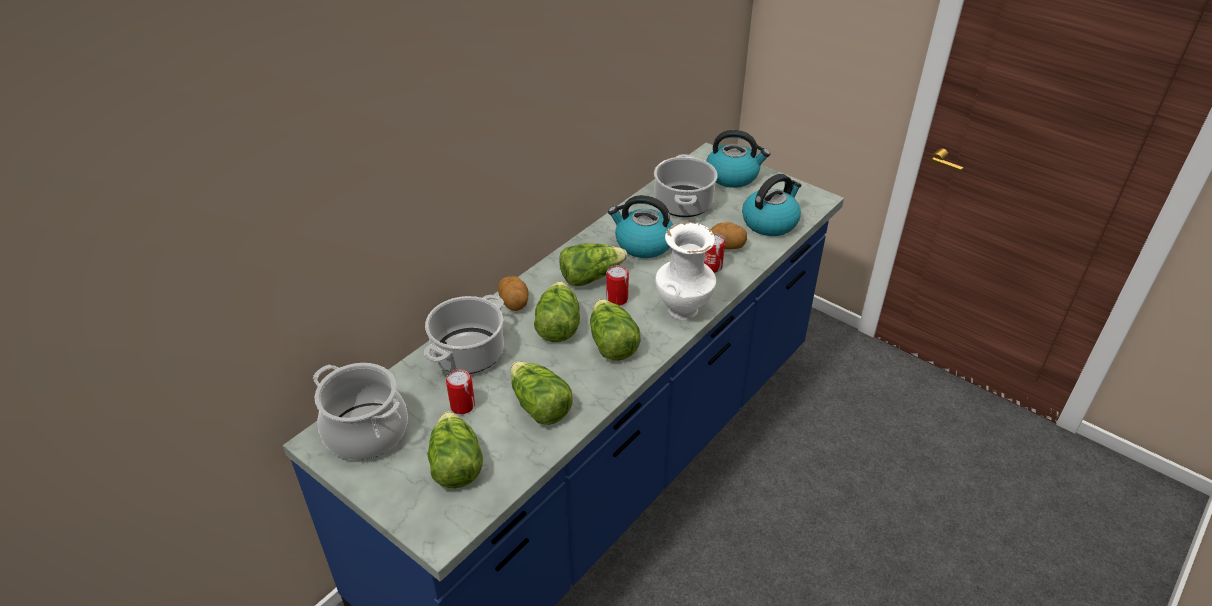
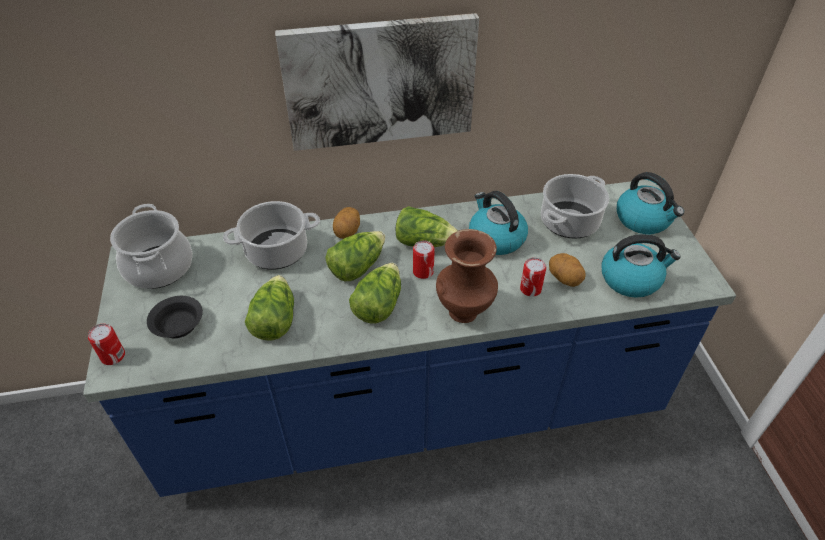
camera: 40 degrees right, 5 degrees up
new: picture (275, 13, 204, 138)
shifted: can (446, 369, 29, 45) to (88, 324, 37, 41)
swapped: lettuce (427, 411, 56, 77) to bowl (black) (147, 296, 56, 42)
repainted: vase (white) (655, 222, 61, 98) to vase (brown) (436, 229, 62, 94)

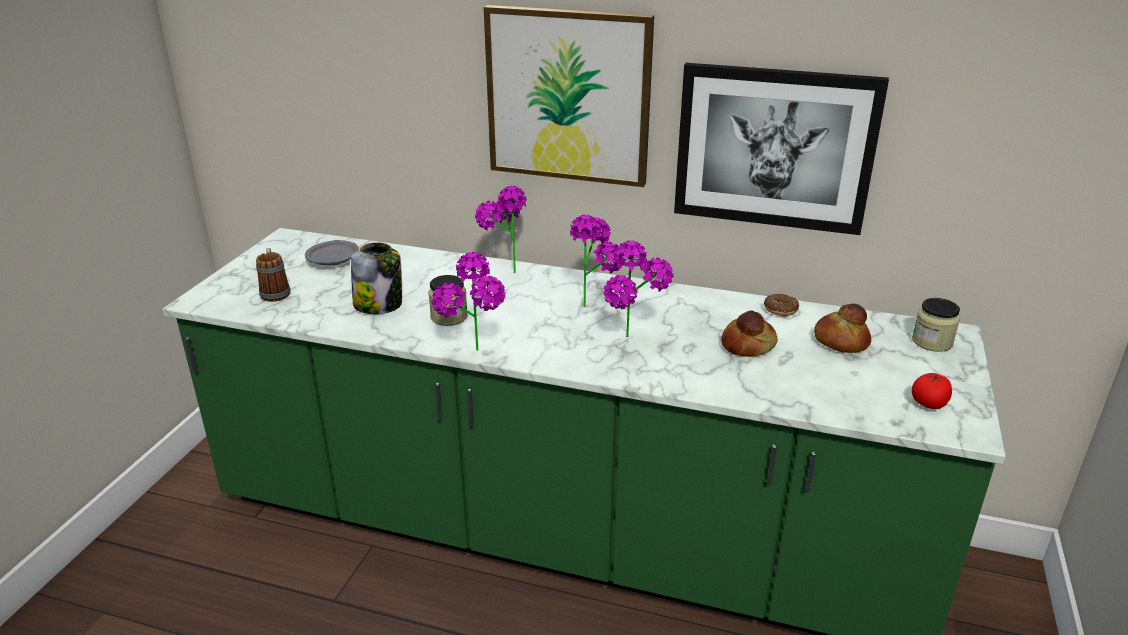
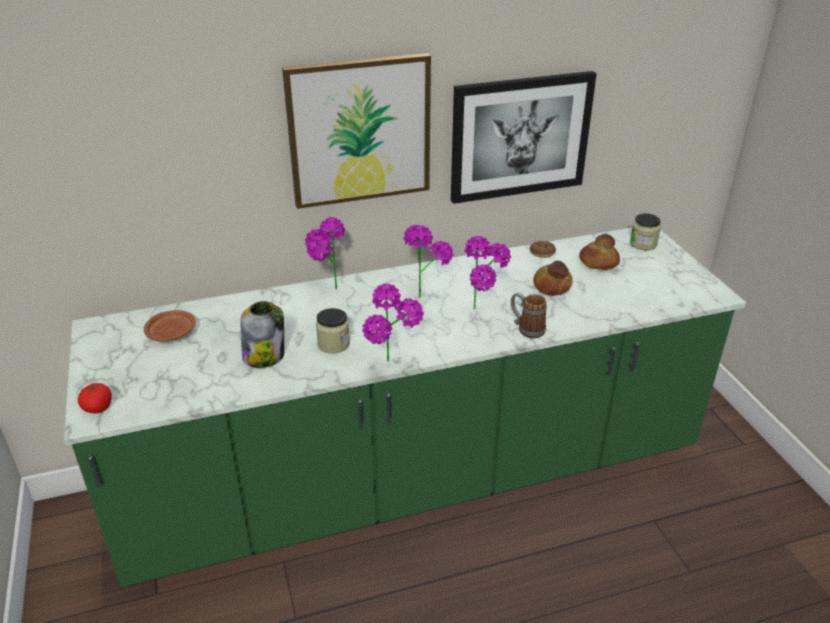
camera: 35 degrees left, 5 degrees up
shifted: mug (256, 248, 34, 54) to (511, 293, 36, 45); tomato (912, 372, 40, 37) to (78, 383, 34, 30)
repainted: plate (grey) (305, 240, 54, 25) to plate (brown) (144, 310, 52, 31)

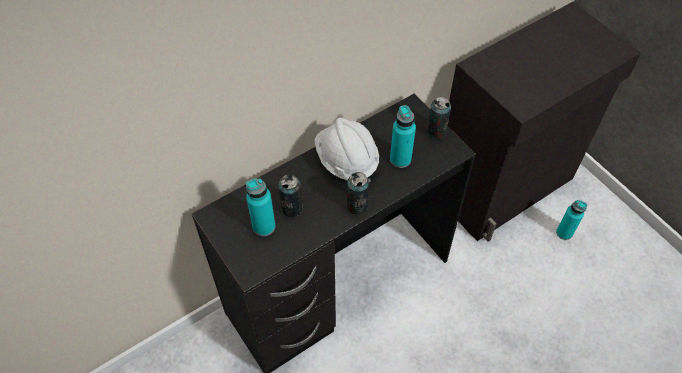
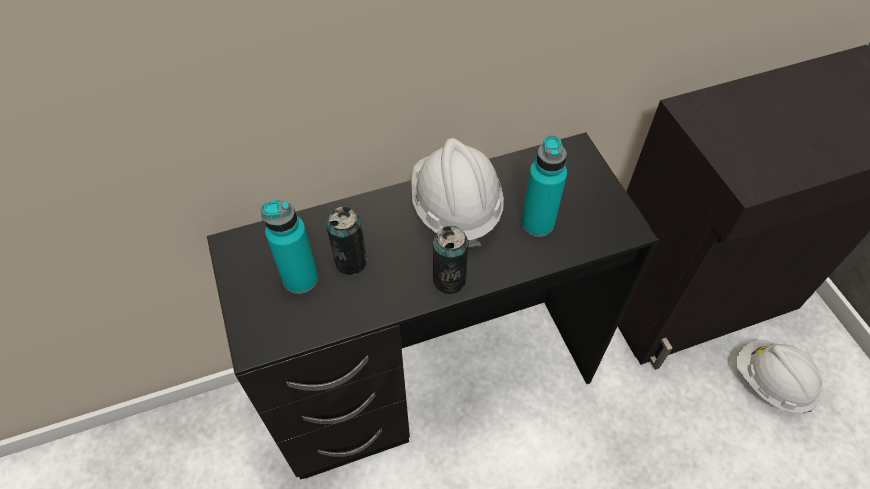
camera: 15 degrees right, 0 degrees up
gone: can (427, 97, 24, 42)
swapped: bottle (turquoise) (556, 200, 31, 40) to hard hat (white) (736, 340, 86, 74)

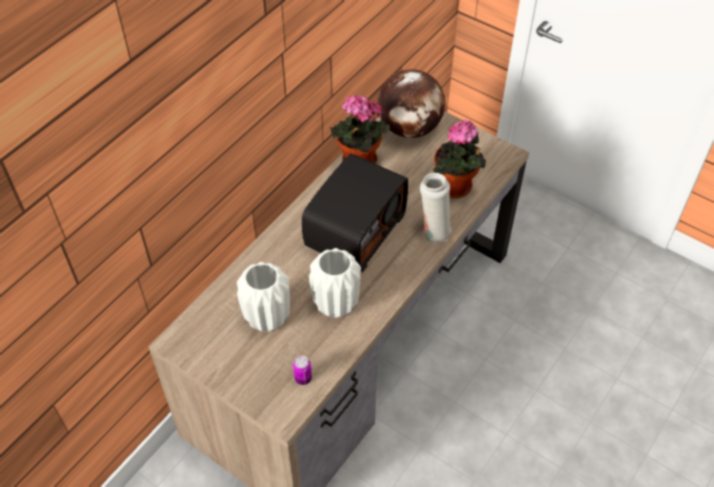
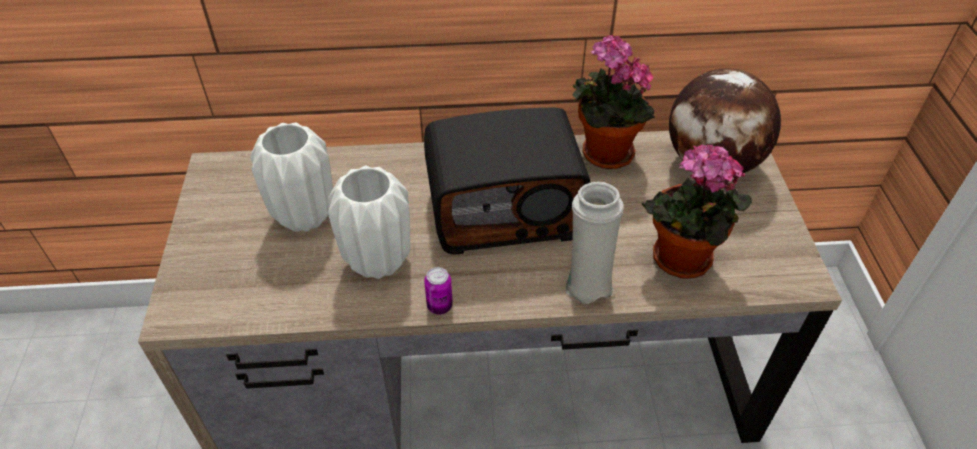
camera: 50 degrees right, 5 degrees down
shifted: can (293, 356, 19, 29) to (424, 267, 29, 48)

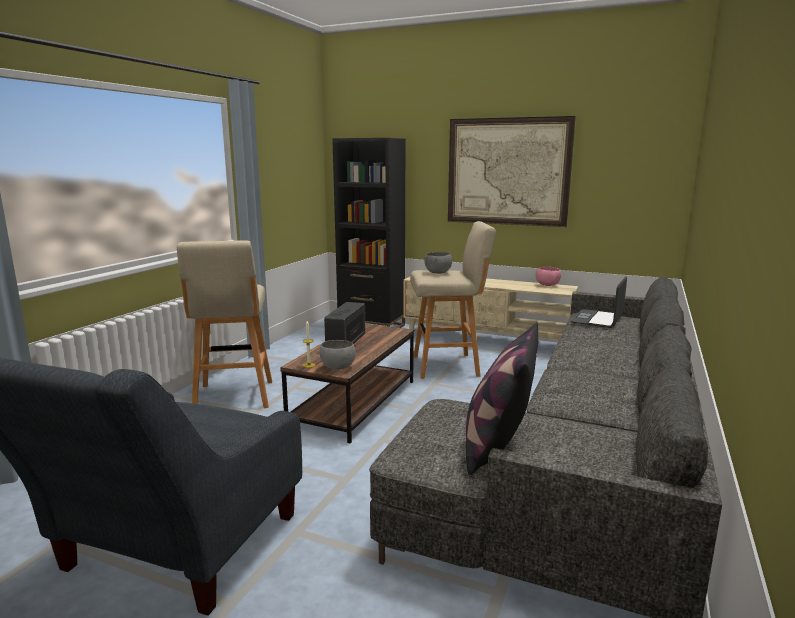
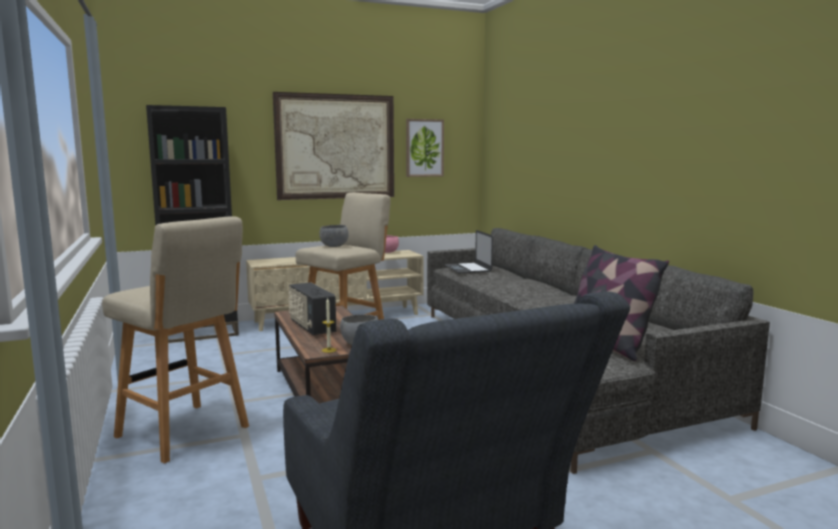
camera: 45 degrees left, 5 degrees down
new: picture (406, 119, 38, 58)

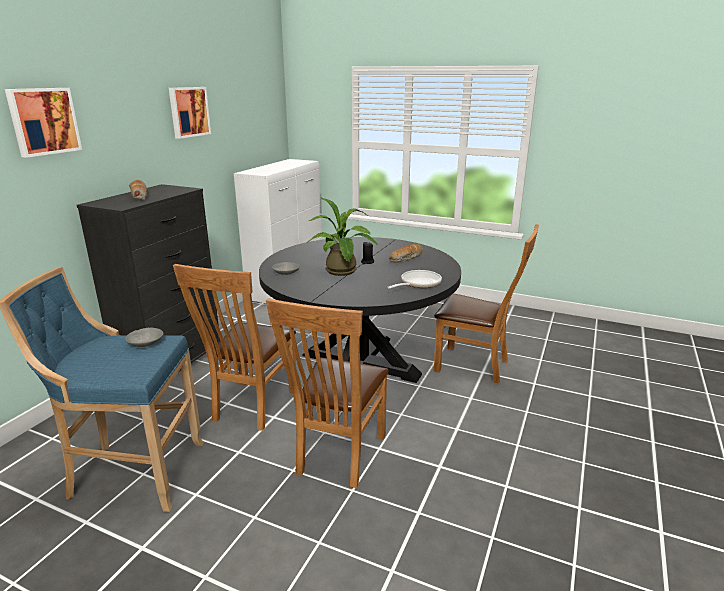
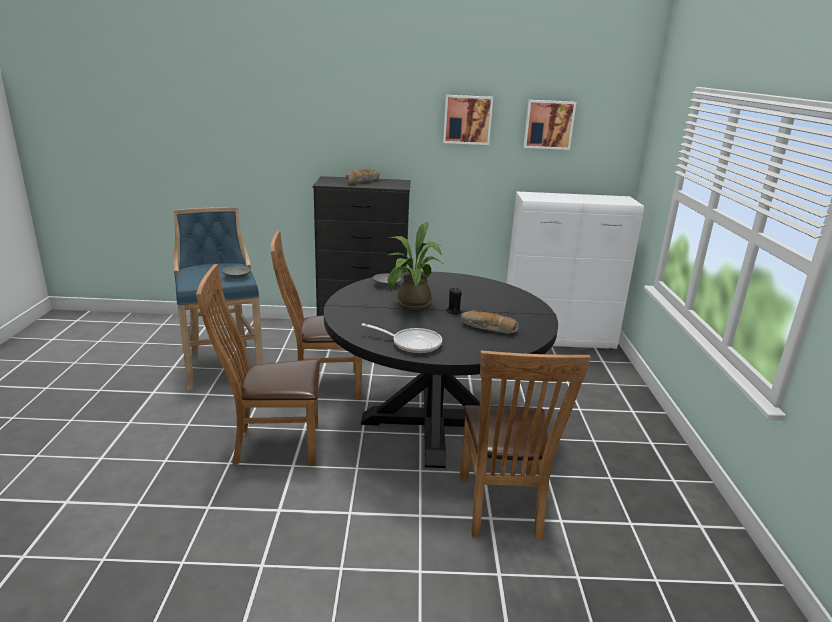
camera: 65 degrees right, 0 degrees up
shifted: picture (5, 88, 77, 70) to (523, 100, 53, 50)

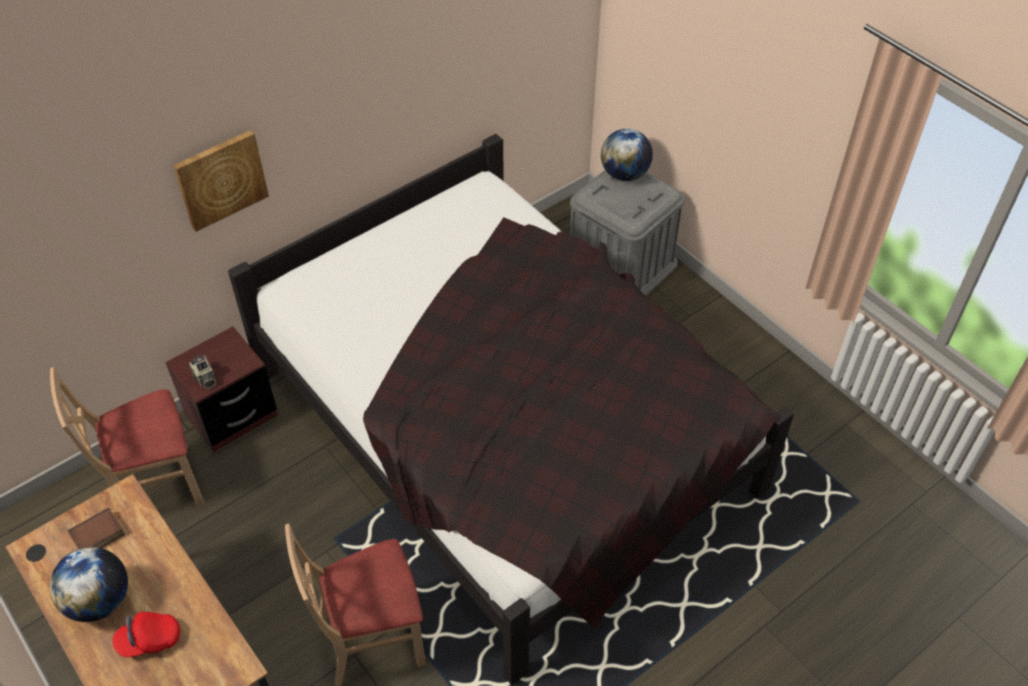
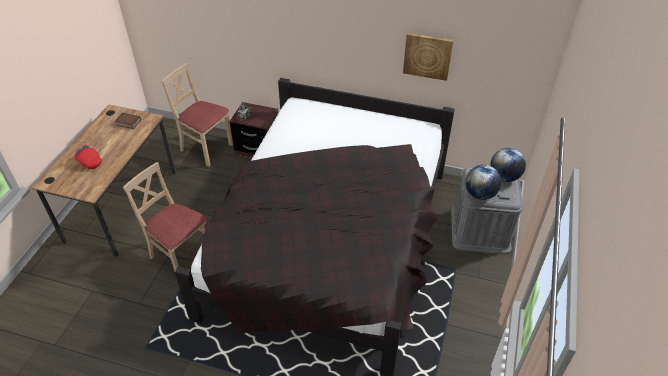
camera: 55 degrees right, 5 degrees down
shifted: globe (50, 547, 78, 75) to (465, 165, 36, 35); picture (173, 130, 96, 102) to (403, 33, 51, 48)

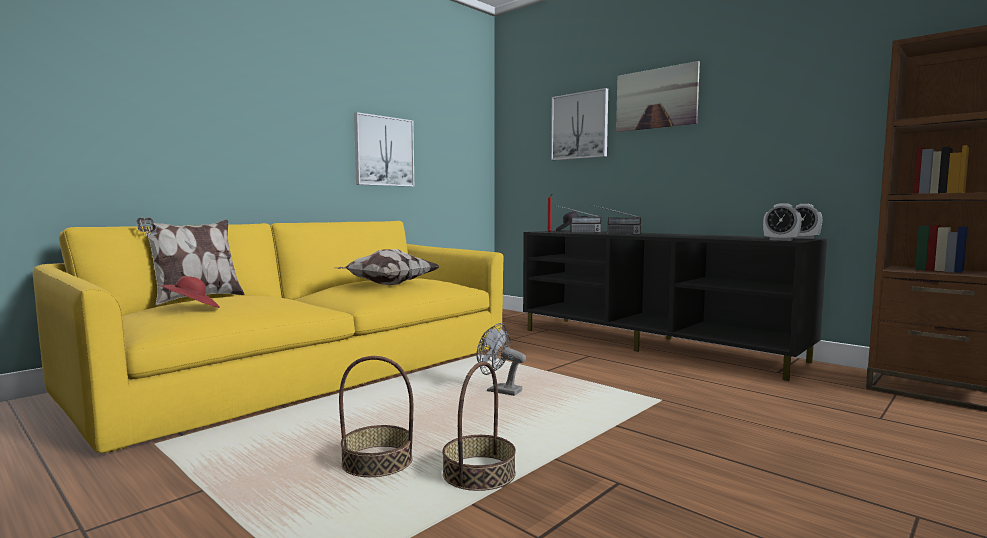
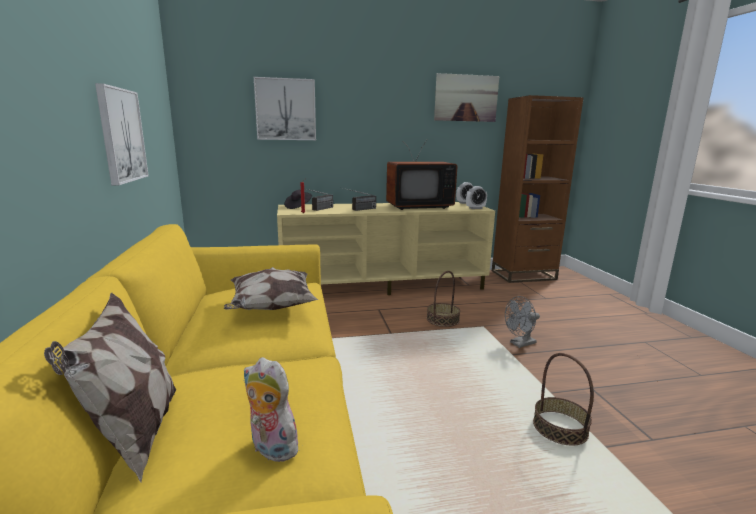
camera: 55 degrees left, 10 degrees up
new: television (386, 140, 72, 70)
shifted: basket (339, 356, 74, 121) to (427, 271, 33, 56); fan (grey) (477, 323, 49, 73) to (505, 296, 35, 52); picture (616, 61, 84, 71) to (434, 73, 65, 49)
swapped: hat (red) (158, 276, 62, 32) to plush toy (244, 357, 56, 106)
repainted: tv stand (black) (523, 230, 304, 151) to tv stand (beige) (277, 202, 218, 93)

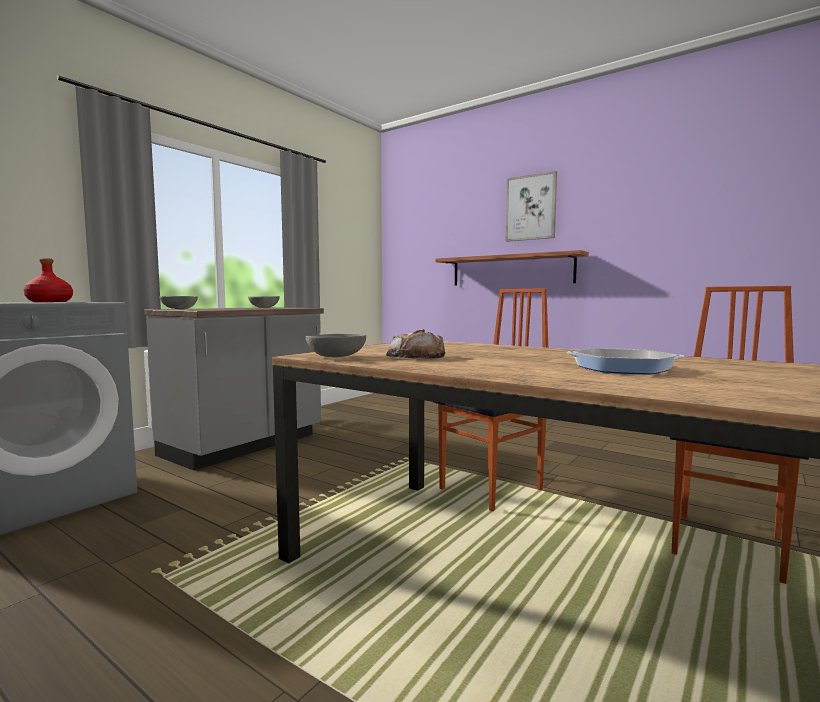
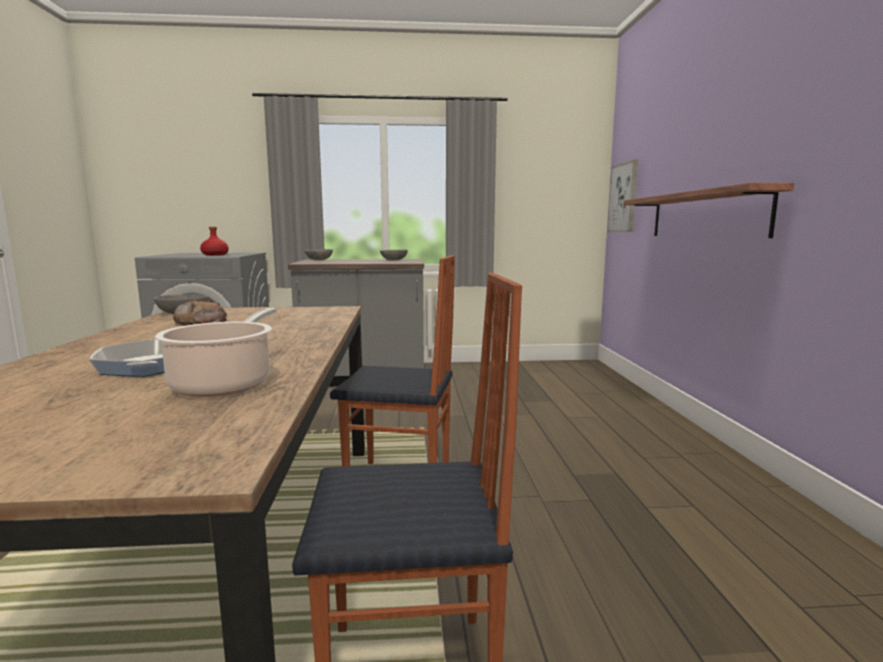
camera: 50 degrees right, 5 degrees up
new: cooking pot (155, 308, 122, 89)
shifted: picture (506, 171, 51, 71) to (607, 159, 31, 73)

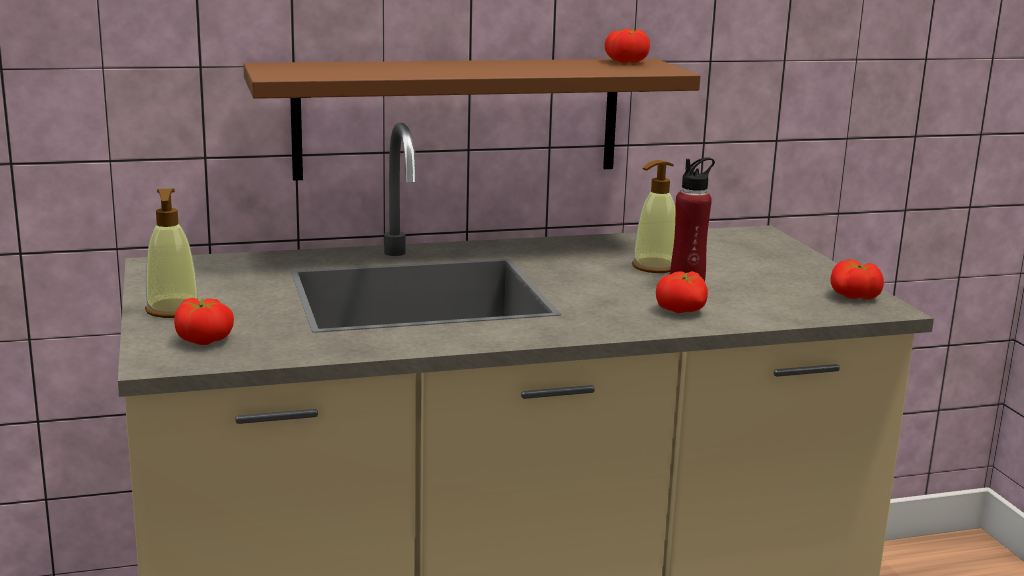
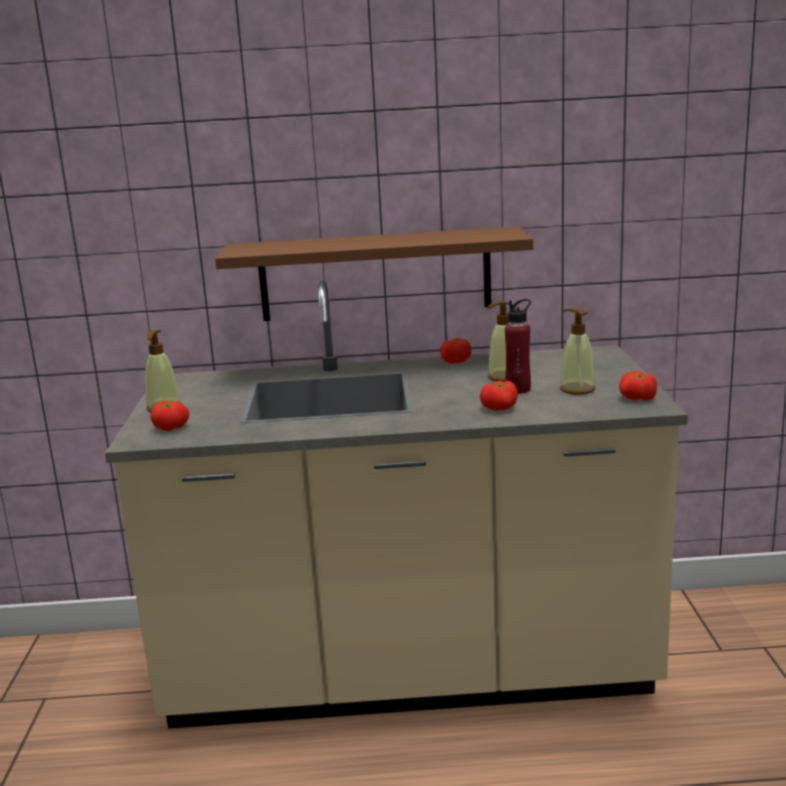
camera: 15 degrees right, 0 degrees up
new: soap dispenser (560, 308, 35, 87)
shifted: tomato (604, 28, 46, 35) to (440, 338, 31, 26)

